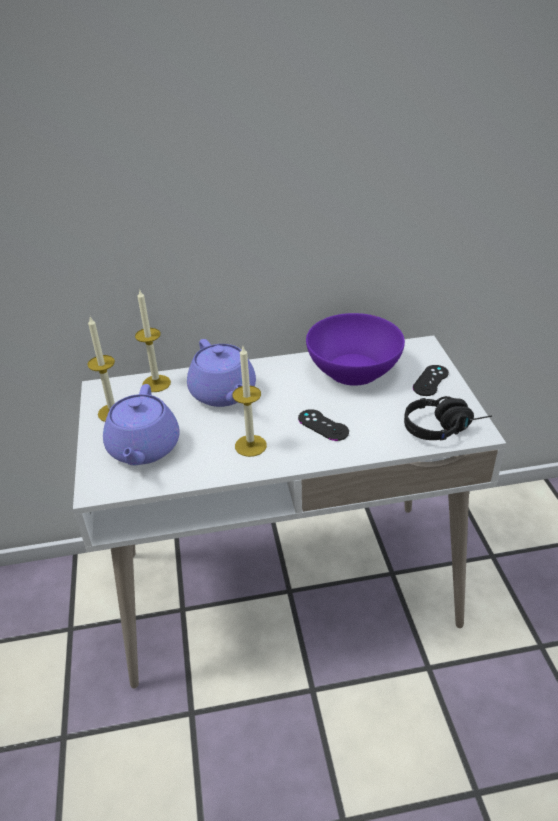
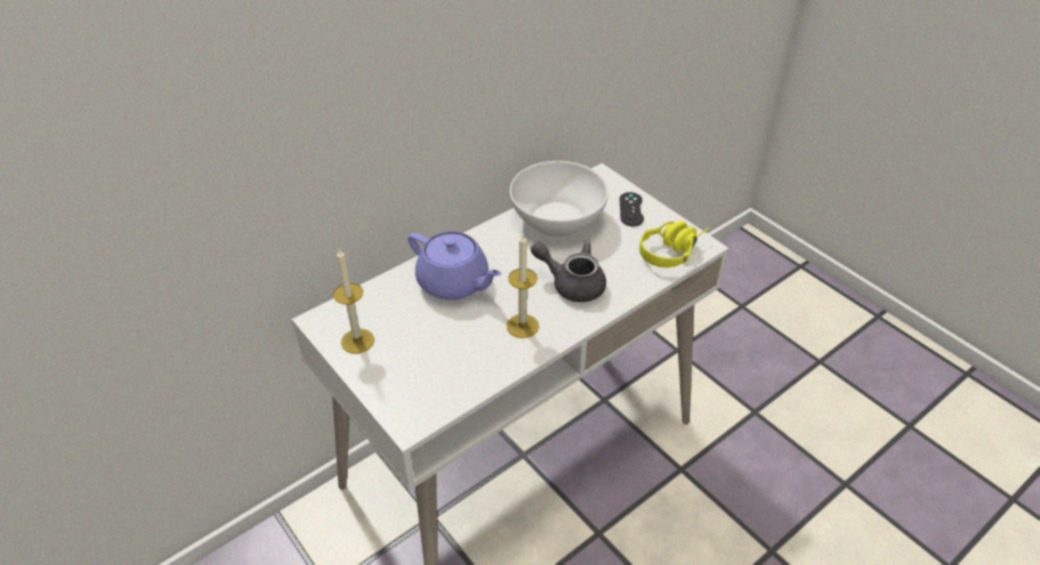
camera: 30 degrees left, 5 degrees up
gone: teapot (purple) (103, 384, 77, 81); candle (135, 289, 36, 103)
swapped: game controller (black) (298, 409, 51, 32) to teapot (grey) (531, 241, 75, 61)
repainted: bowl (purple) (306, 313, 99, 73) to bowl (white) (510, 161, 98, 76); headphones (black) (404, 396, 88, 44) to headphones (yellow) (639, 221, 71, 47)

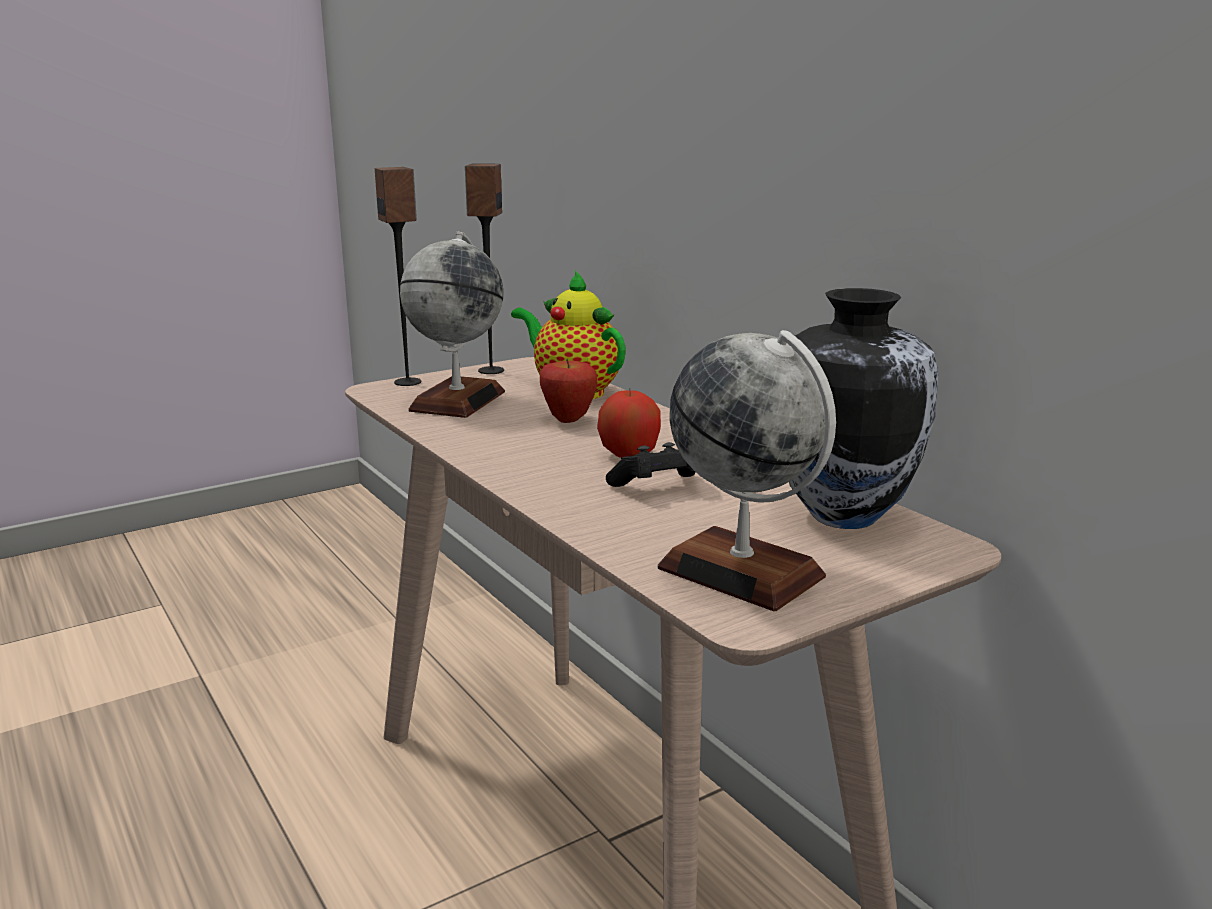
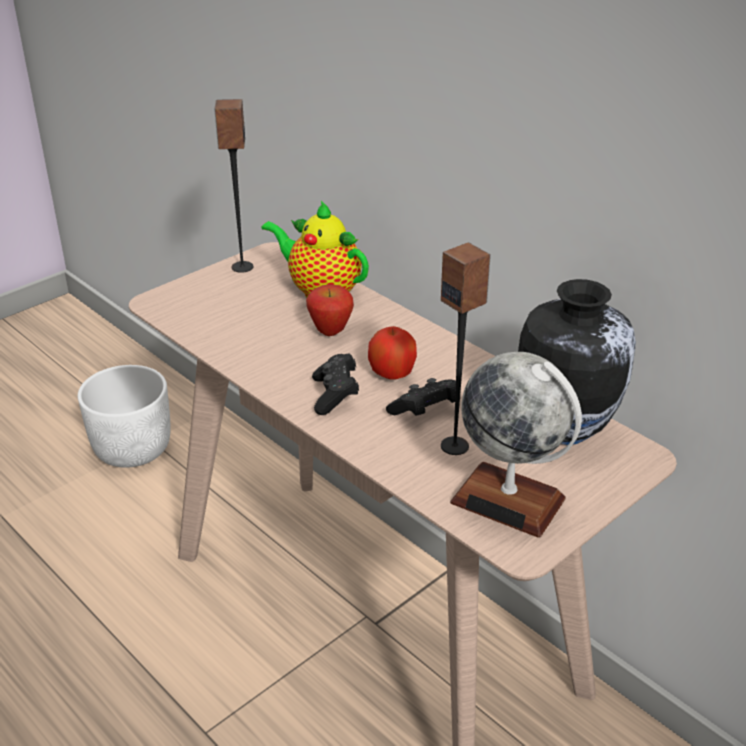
camera: 10 degrees left, 15 degrees up
gone: globe (400, 232, 105, 186)
new: planter (white) (78, 365, 92, 103); game controller (black) (312, 353, 47, 62)
shifted: speaker (375, 167, 46, 219) to (441, 243, 50, 212)

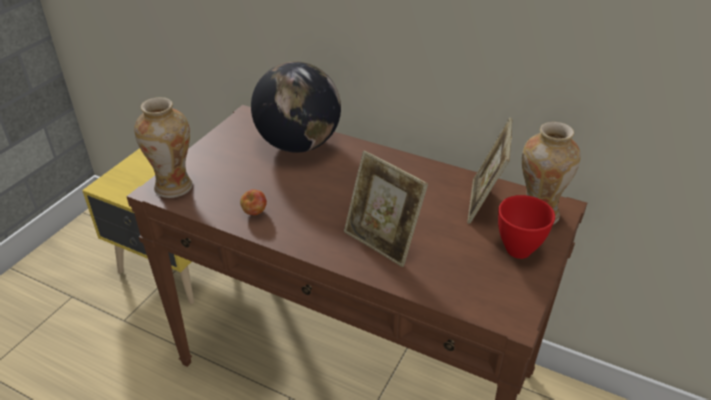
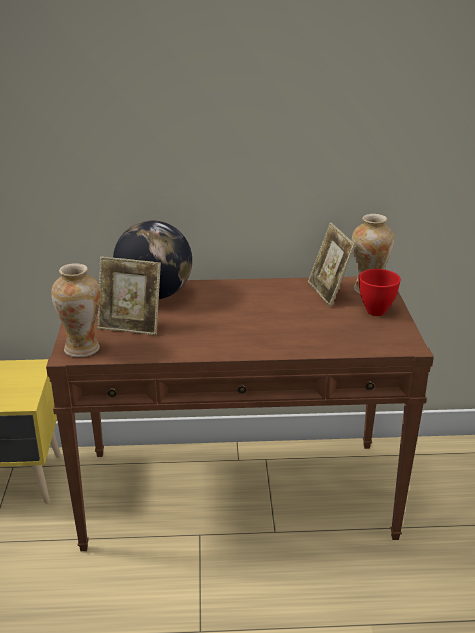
camera: 30 degrees left, 10 degrees down
gone: apple (240, 189, 27, 26)
shifted: picture frame (344, 151, 84, 116) to (97, 256, 64, 79)

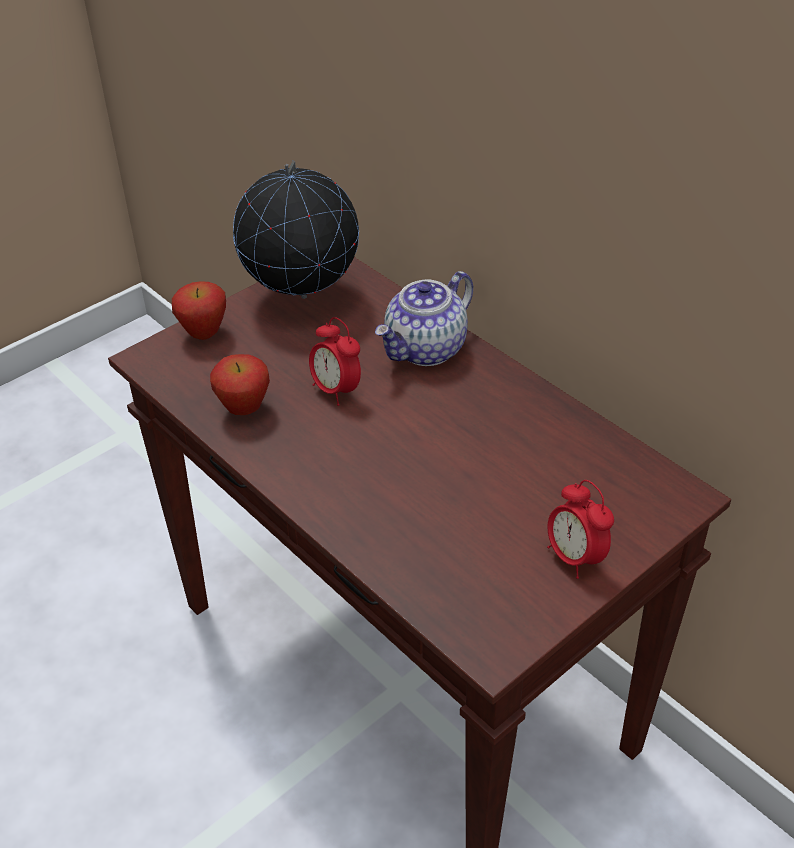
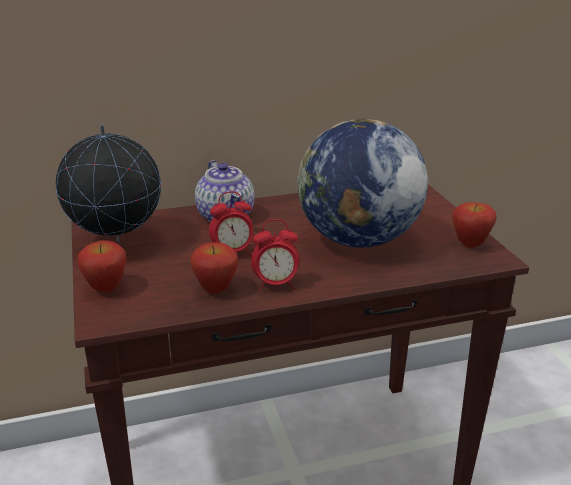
camera: 65 degrees left, 15 degrees down
new: globe (297, 119, 131, 128); apple (452, 202, 45, 46)
shifted: alarm clock (547, 480, 67, 99) to (251, 219, 48, 72)

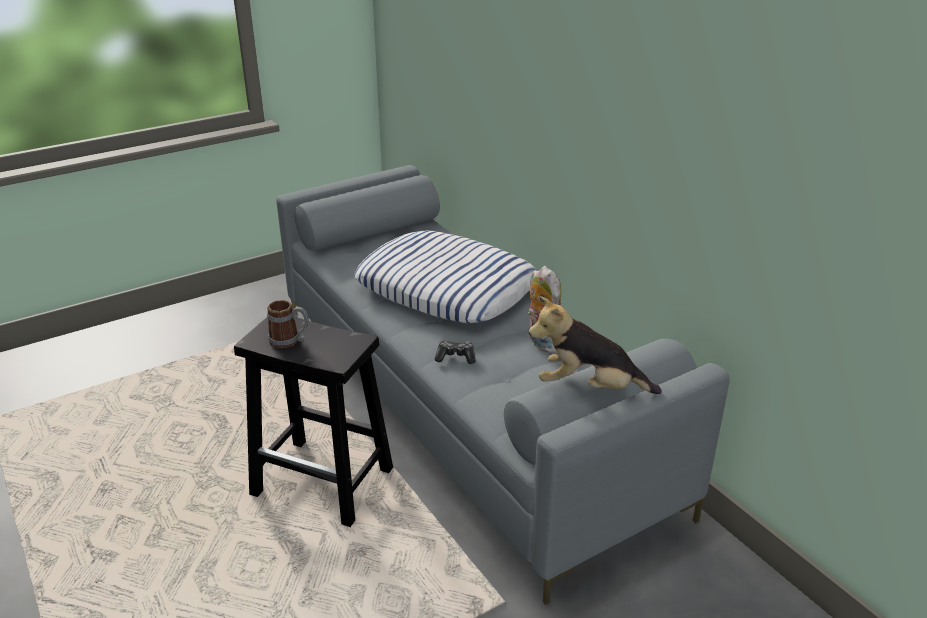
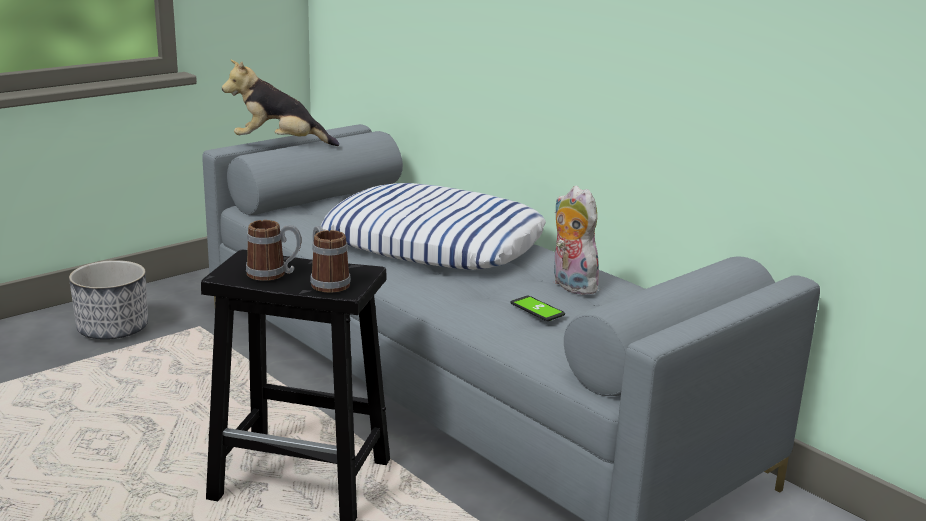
camera: 10 degrees left, 10 degrees down
gone: game controller (435, 340, 40, 24)
new: planter (69, 260, 79, 79); mug (310, 226, 41, 67); phone (510, 296, 55, 25)
shifted: plush toy (529, 296, 133, 98) to (222, 60, 117, 86)

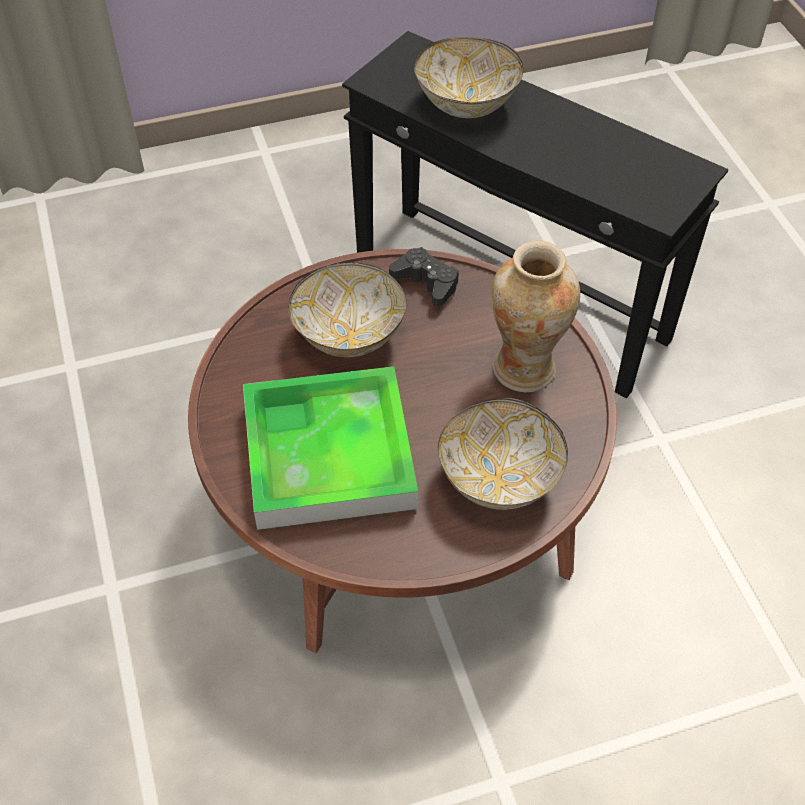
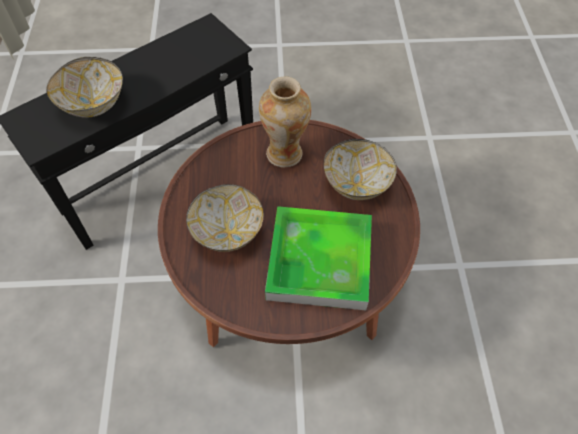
camera: 75 degrees left, 5 degrees up
gone: game controller (black) (389, 247, 70, 59)

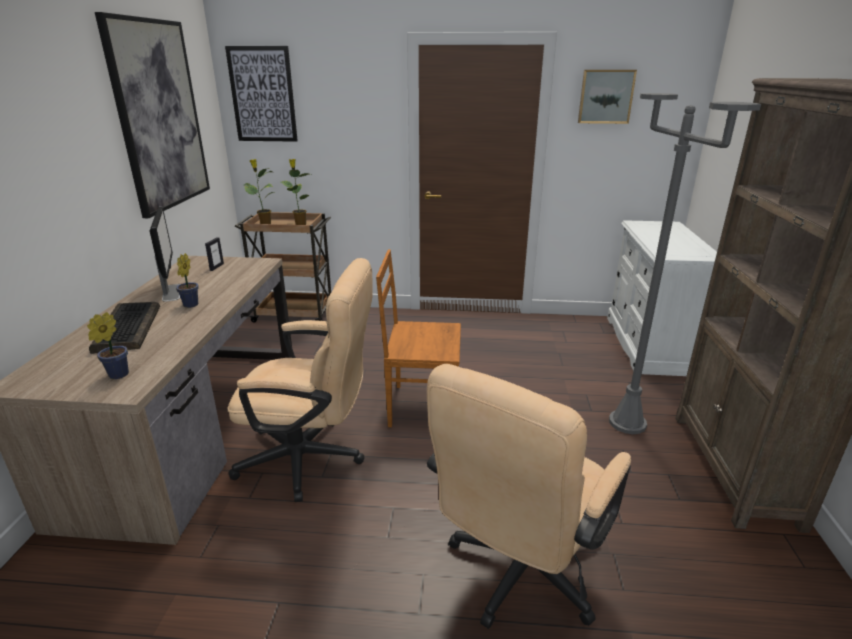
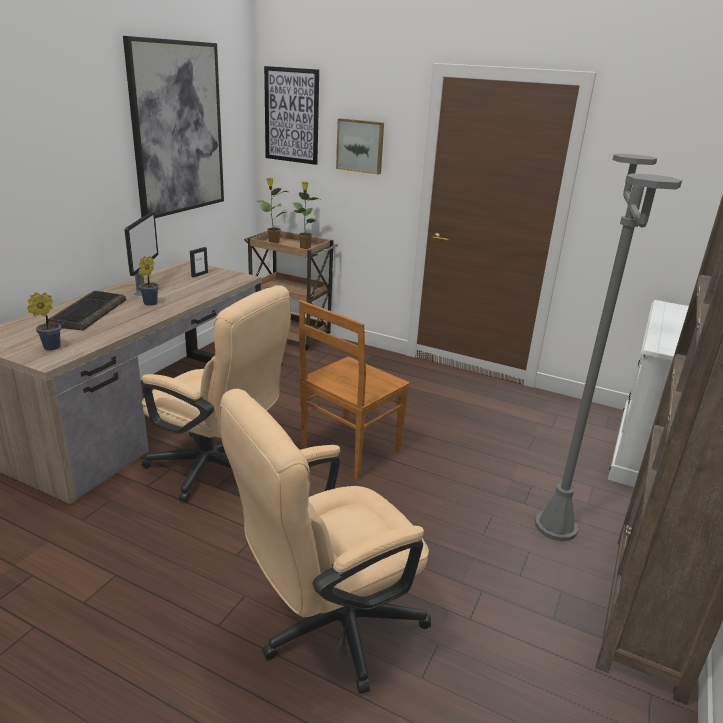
camera: 20 degrees right, 0 degrees up
shifted: picture (578, 70, 59, 54) to (336, 118, 48, 56)
rotated: chair (brown) (376, 249, 85, 178) = (299, 300, 111, 180) 75 degrees counterclockwise

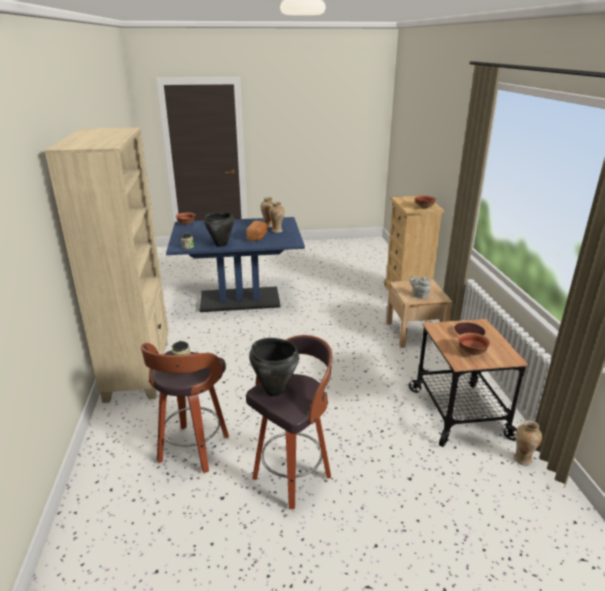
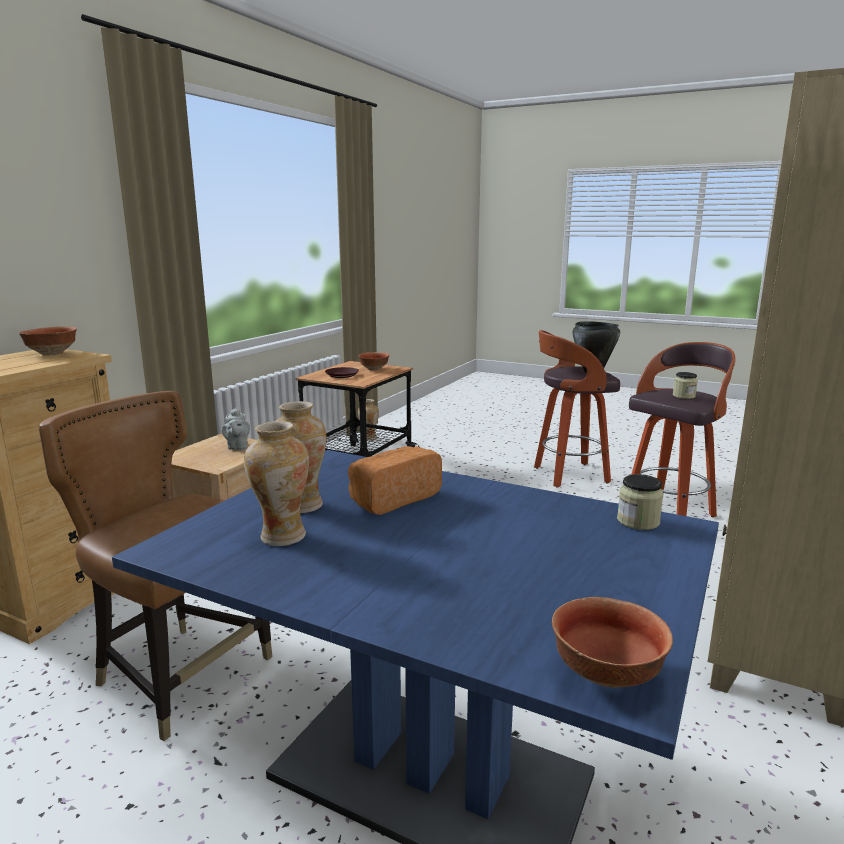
camera: 145 degrees left, 10 degrees down
gone: cooking pot (black) (204, 212, 30, 35)
new: chair (brown) (39, 391, 233, 350)

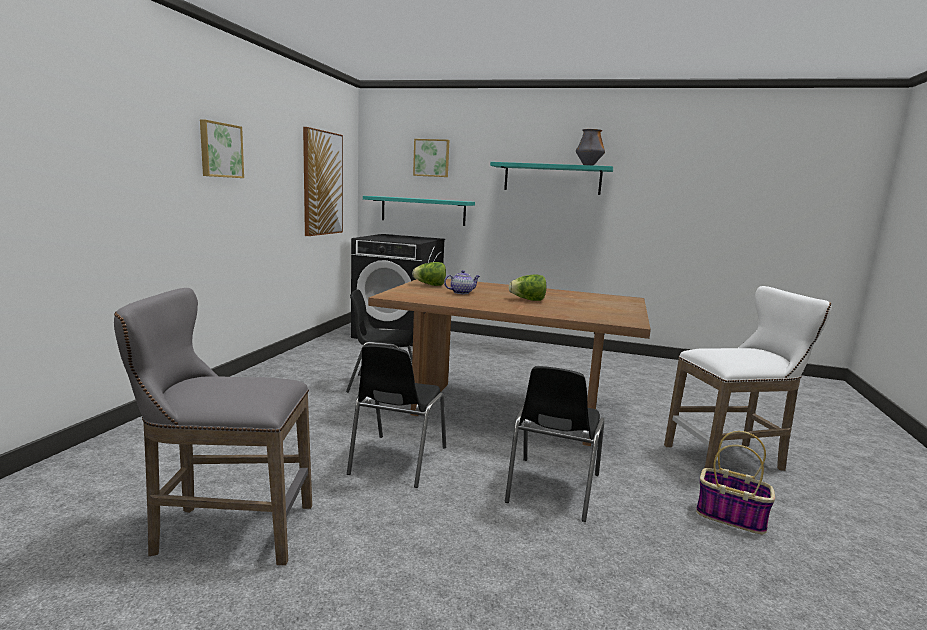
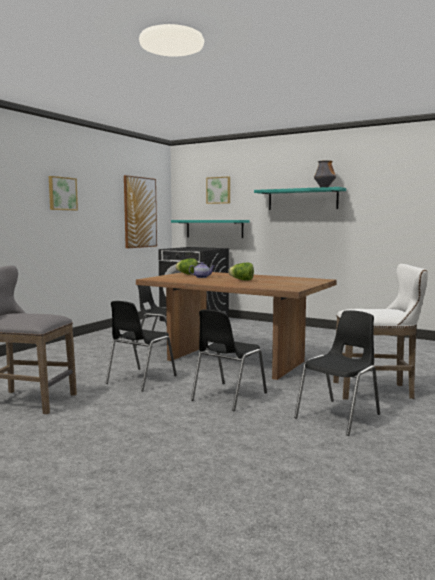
camera: 15 degrees right, 5 degrees down
swapped: basket (696, 431, 79, 103) to chair (black) (294, 310, 86, 126)

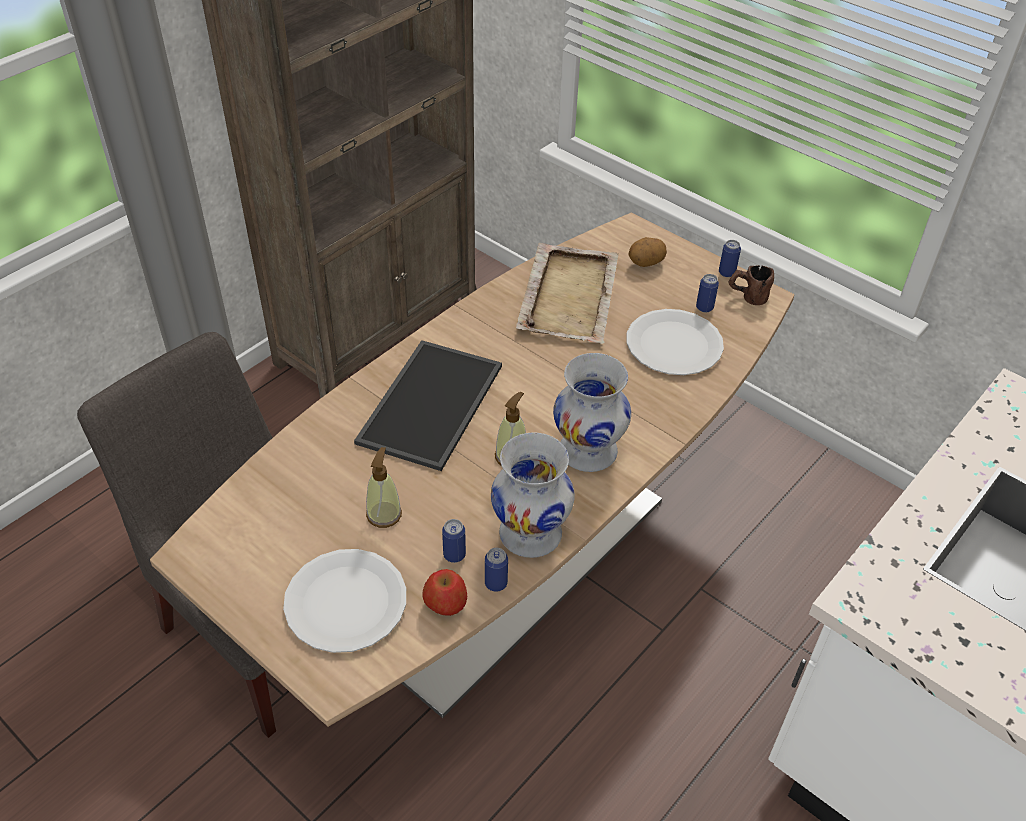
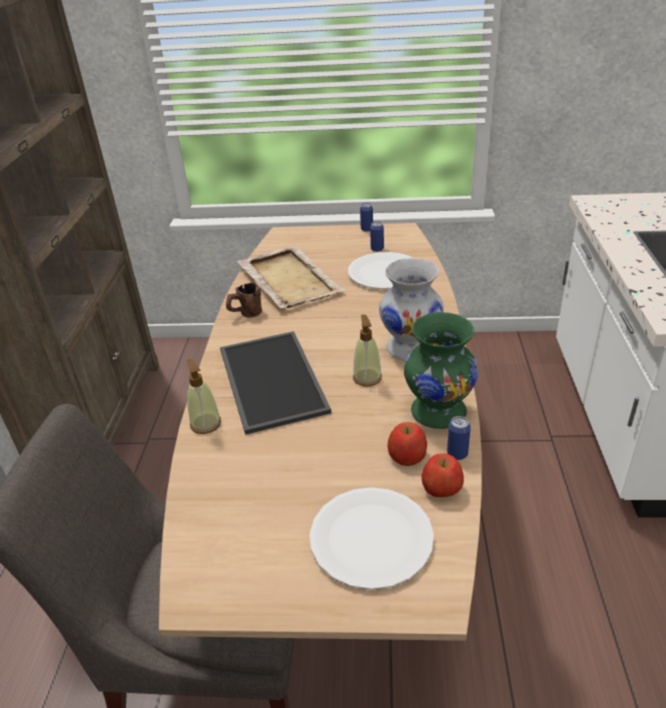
camera: 35 degrees left, 10 degrees down
gone: potato (628, 237, 39, 30)
shifted: soap dispenser (366, 447, 36, 81) to (186, 359, 35, 75); mug (brown) (729, 265, 45, 40) to (226, 282, 36, 35)
swapped: can (442, 519, 24, 44) to apple (387, 422, 40, 44)
repainted: vase (white) (491, 432, 83, 126) to vase (green) (404, 312, 74, 117)

